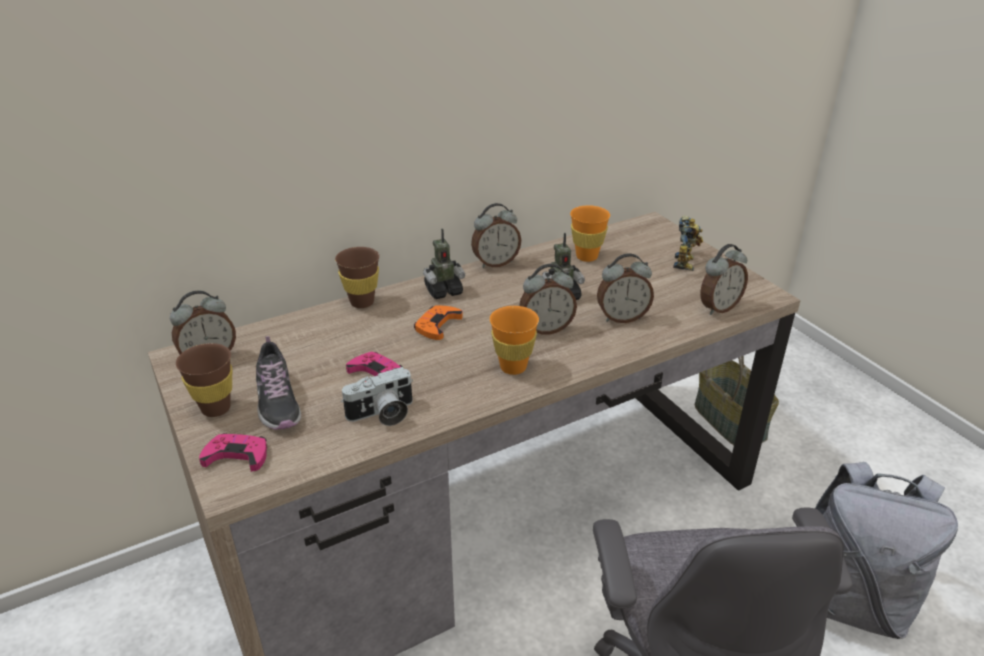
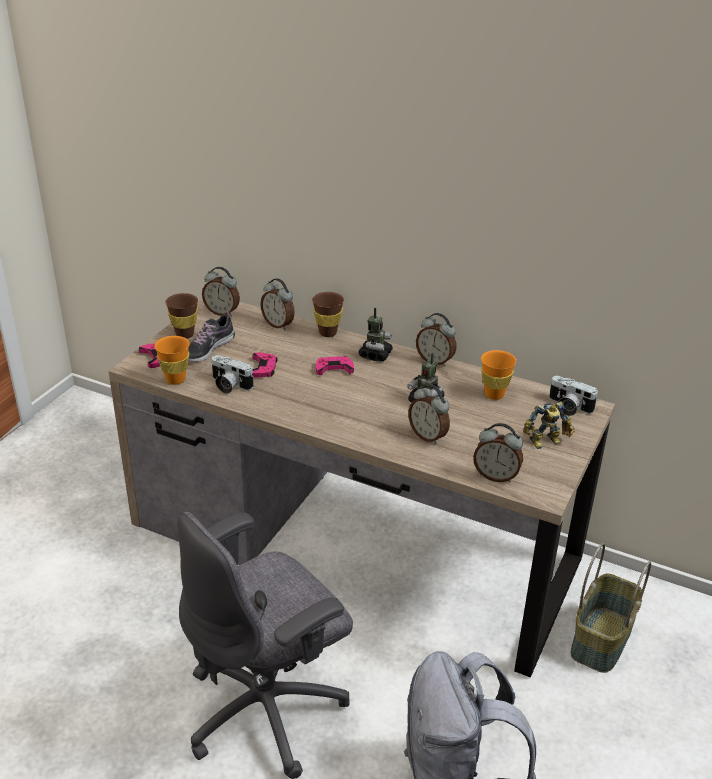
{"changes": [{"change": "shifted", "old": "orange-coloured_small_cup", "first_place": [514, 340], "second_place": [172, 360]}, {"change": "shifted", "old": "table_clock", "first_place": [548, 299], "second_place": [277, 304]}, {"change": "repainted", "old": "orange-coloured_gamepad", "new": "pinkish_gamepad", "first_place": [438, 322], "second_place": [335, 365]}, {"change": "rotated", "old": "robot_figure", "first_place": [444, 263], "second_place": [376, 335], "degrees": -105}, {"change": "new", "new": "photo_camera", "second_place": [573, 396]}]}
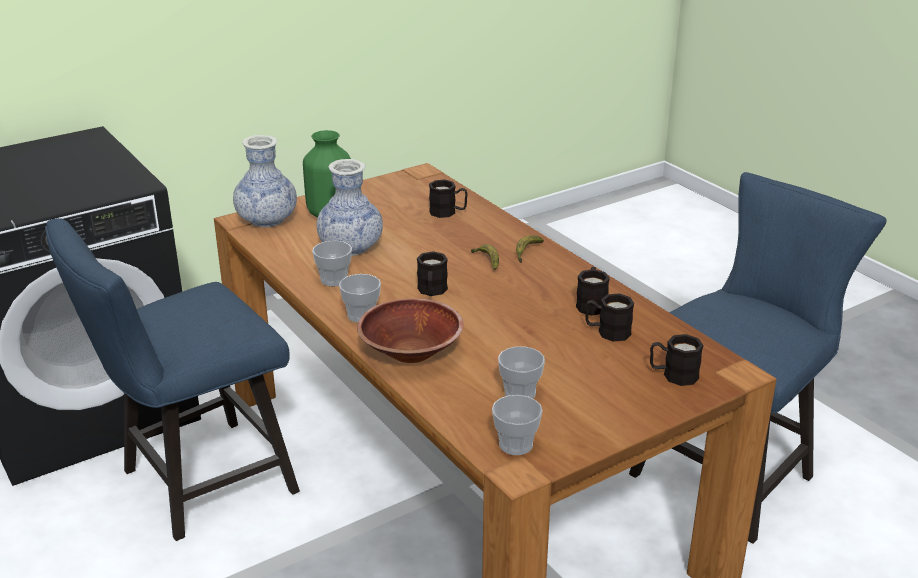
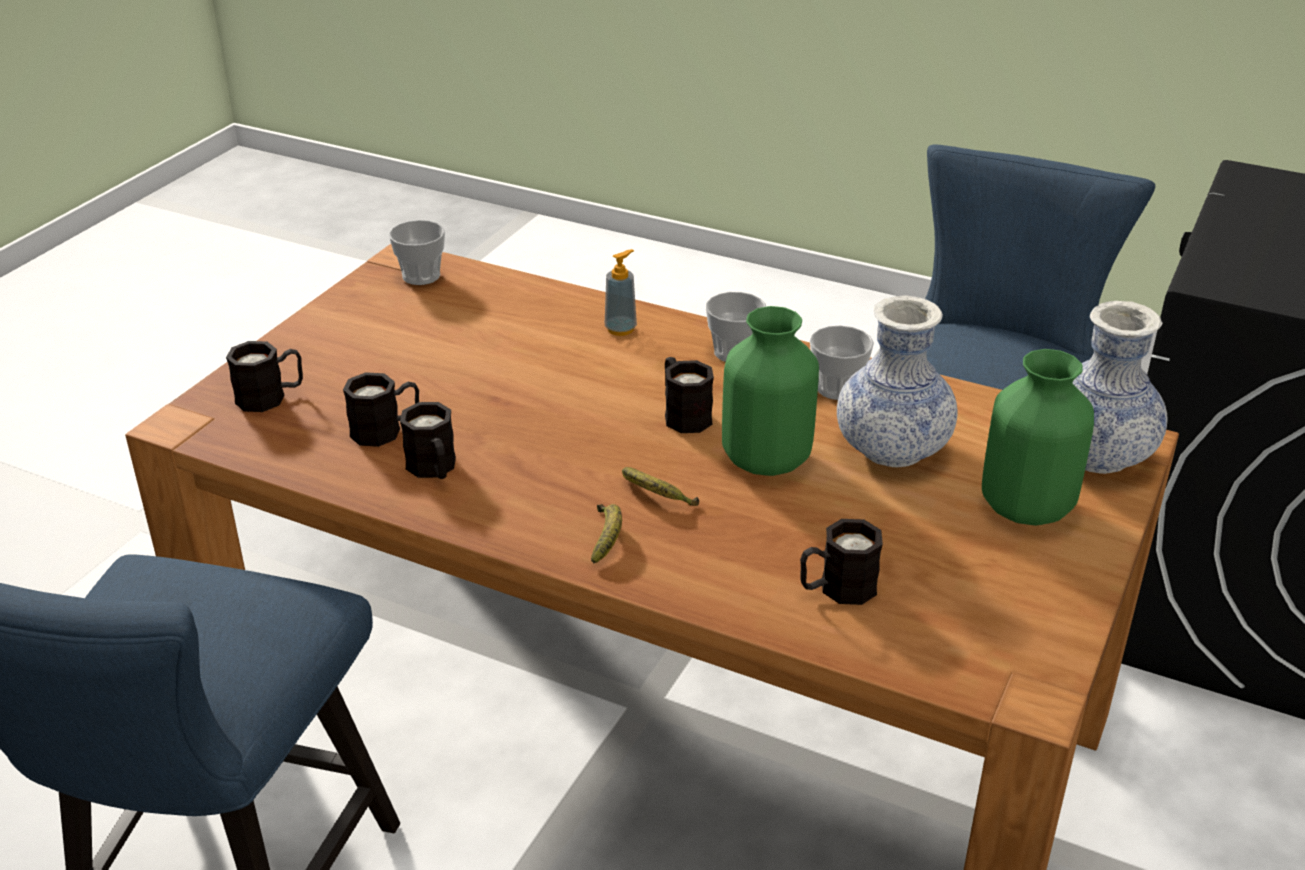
{"changes": [{"change": "swapped", "old": "brownish_deep_dish", "new": "soap_dispenser", "first_place": [410, 330], "second_place": [621, 292]}, {"change": "new", "new": "green-coloured_decorative_vase", "second_place": [770, 391]}, {"change": "gone", "old": "small_cup", "first_place": [521, 372]}]}
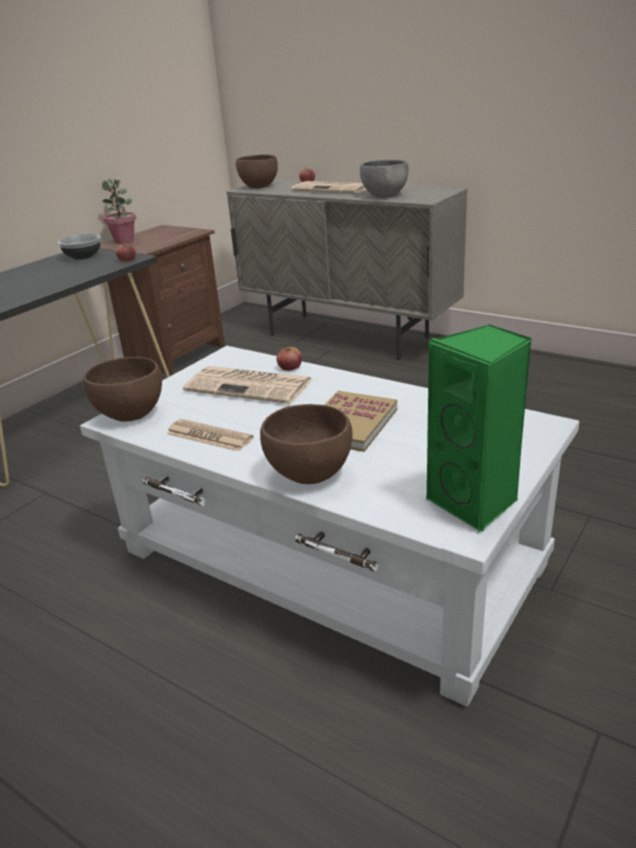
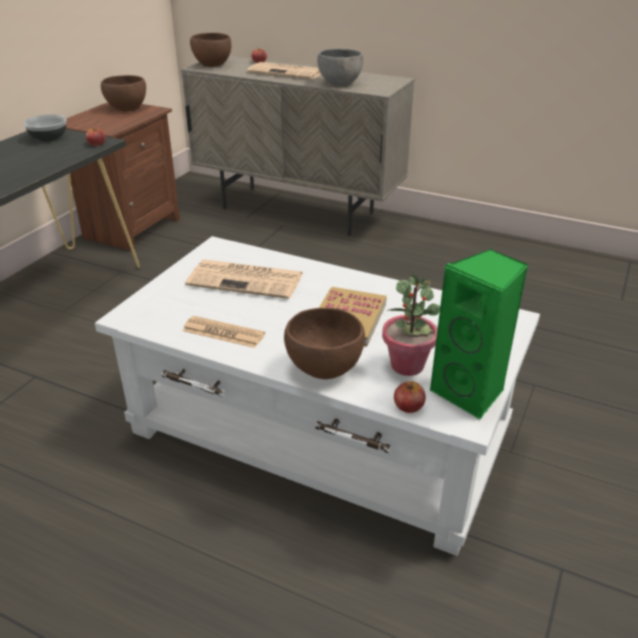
{"changes": [{"change": "shifted", "old": "brownish_deep_dish", "first_place": [122, 389], "second_place": [123, 93]}, {"change": "shifted", "old": "plant_in_a_pot", "first_place": [119, 211], "second_place": [411, 324]}, {"change": "shifted", "old": "whole_apple", "first_place": [289, 358], "second_place": [410, 397]}]}
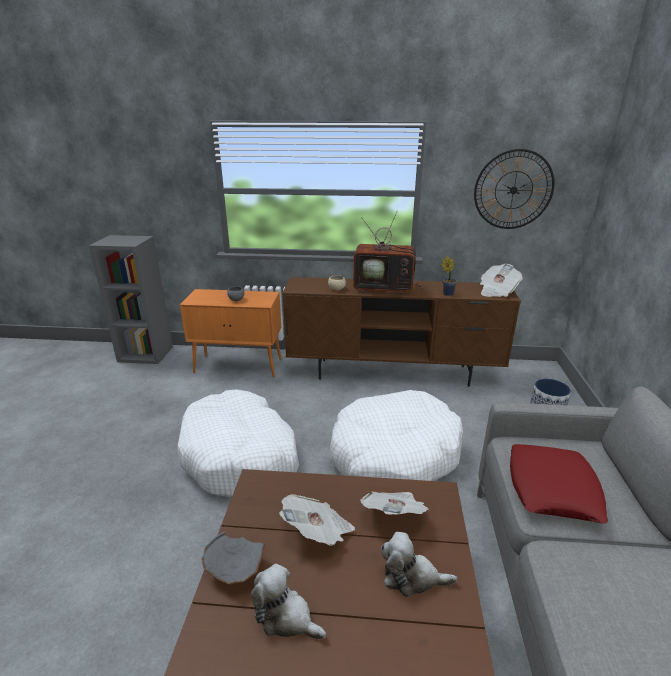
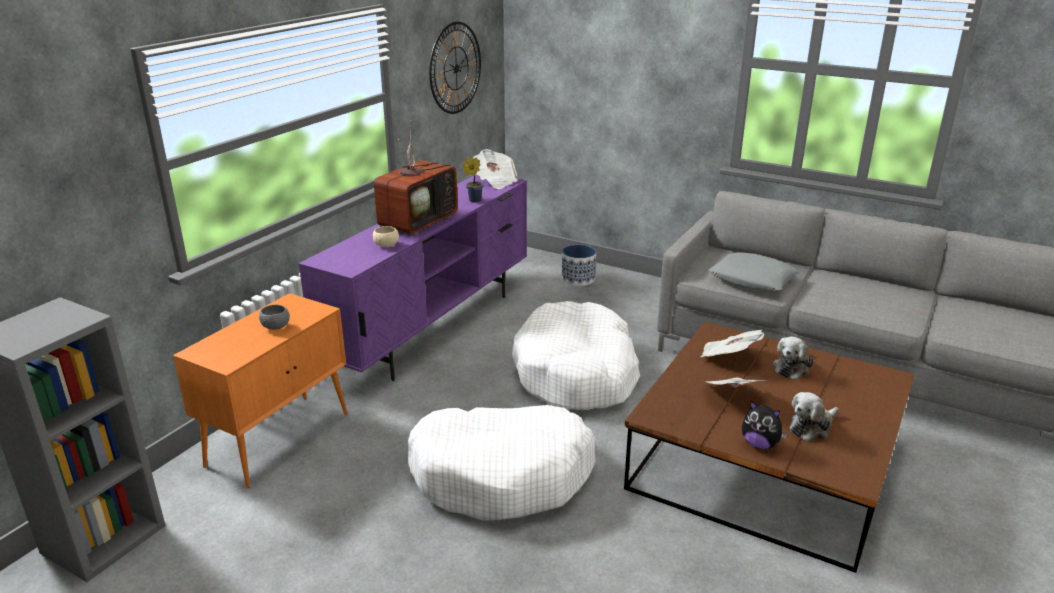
{"changes": [{"change": "repainted", "old": "brownish_tv_unit", "new": "purple_tv_unit", "first_place": [401, 332], "second_place": [412, 277]}, {"change": "repainted", "old": "red-coloured_cushion", "new": "grey_cushion", "first_place": [559, 484], "second_place": [754, 271]}, {"change": "swapped", "old": "grey_deep_dish", "new": "cuddly_toy", "first_place": [233, 558], "second_place": [765, 425]}]}
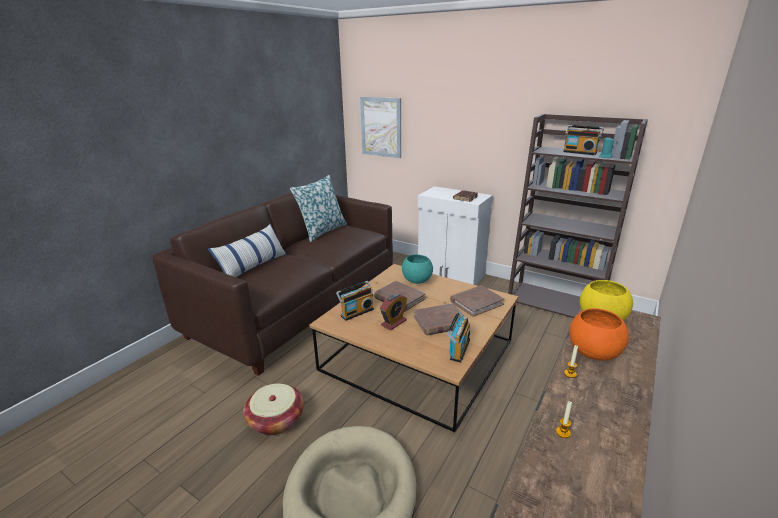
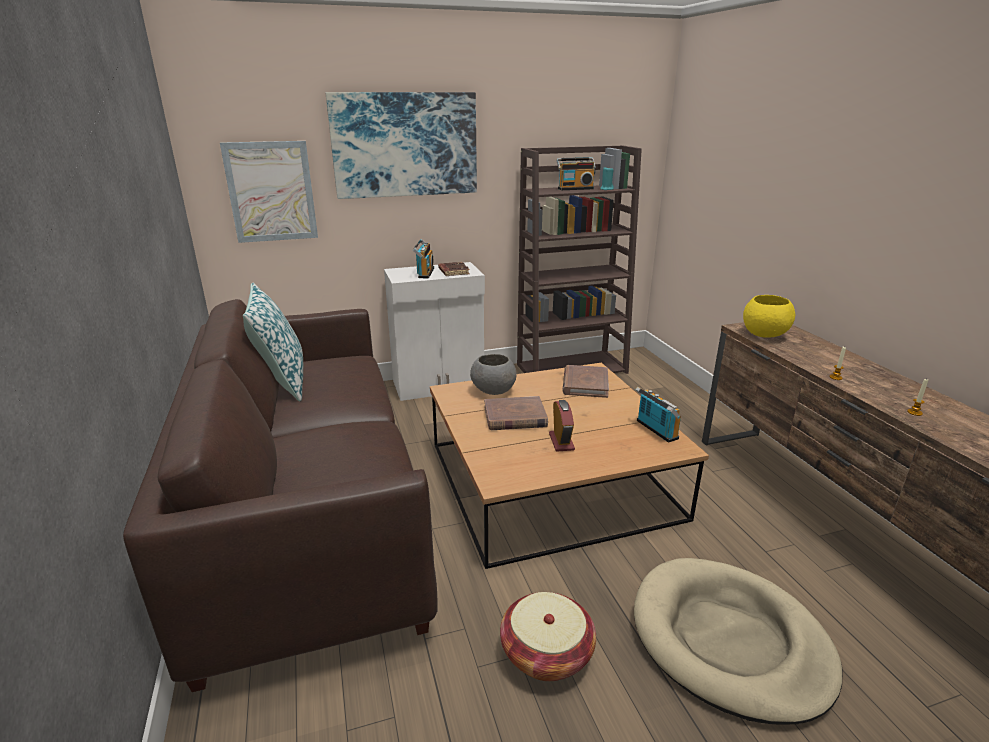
{"changes": [{"change": "new", "new": "wall_art", "second_place": [401, 145]}, {"change": "shifted", "old": "radio_set", "first_place": [355, 301], "second_place": [423, 258]}, {"change": "repainted", "old": "turquoise-coloured_deep_dish", "new": "grey_deep_dish", "first_place": [417, 269], "second_place": [493, 374]}, {"change": "gone", "old": "cushion", "first_place": [247, 250]}, {"change": "gone", "old": "brownish_bound_book", "first_place": [437, 319]}, {"change": "gone", "old": "orange-coloured_deep_dish", "first_place": [599, 334]}]}
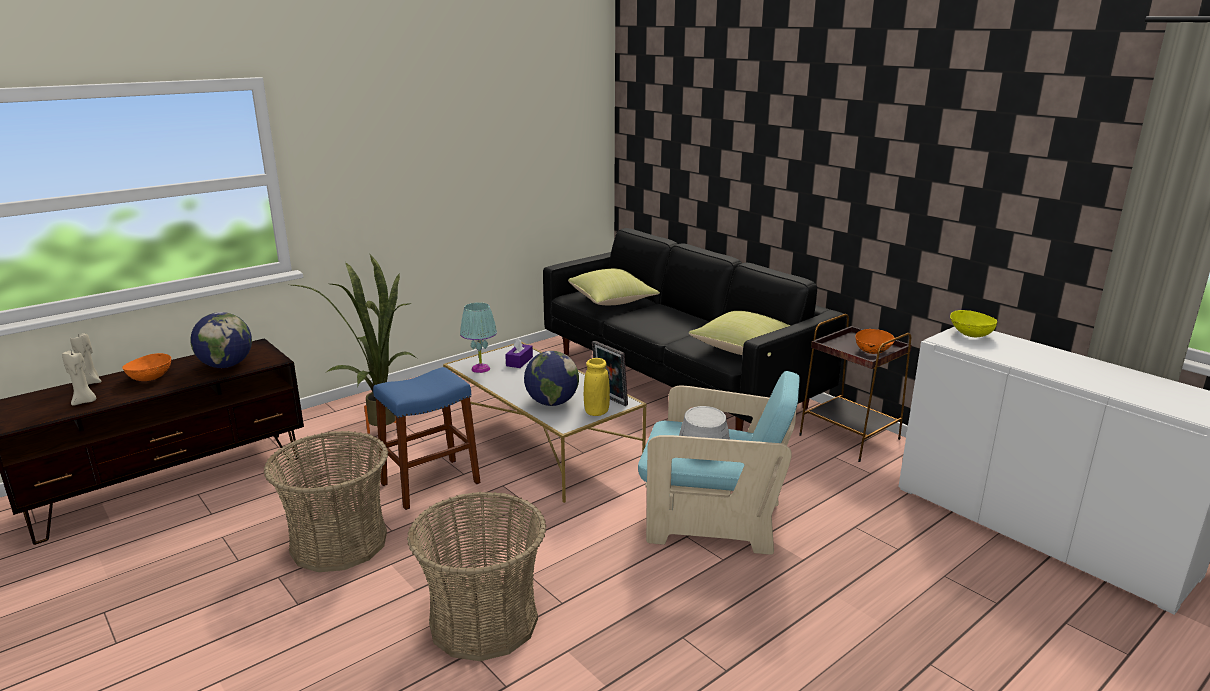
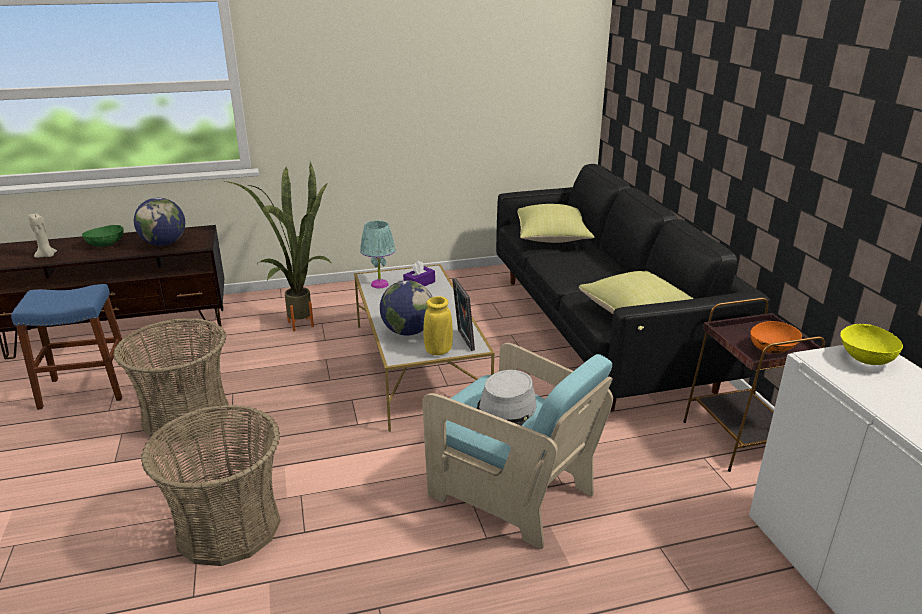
{"changes": [{"change": "shifted", "old": "bluish_sitting_stool", "first_place": [427, 438], "second_place": [70, 347]}, {"change": "repainted", "old": "orange-coloured_deep_dish", "new": "green-coloured_deep_dish", "first_place": [146, 367], "second_place": [102, 236]}, {"change": "gone", "old": "sand-coloured_wax_light", "first_place": [86, 359]}]}
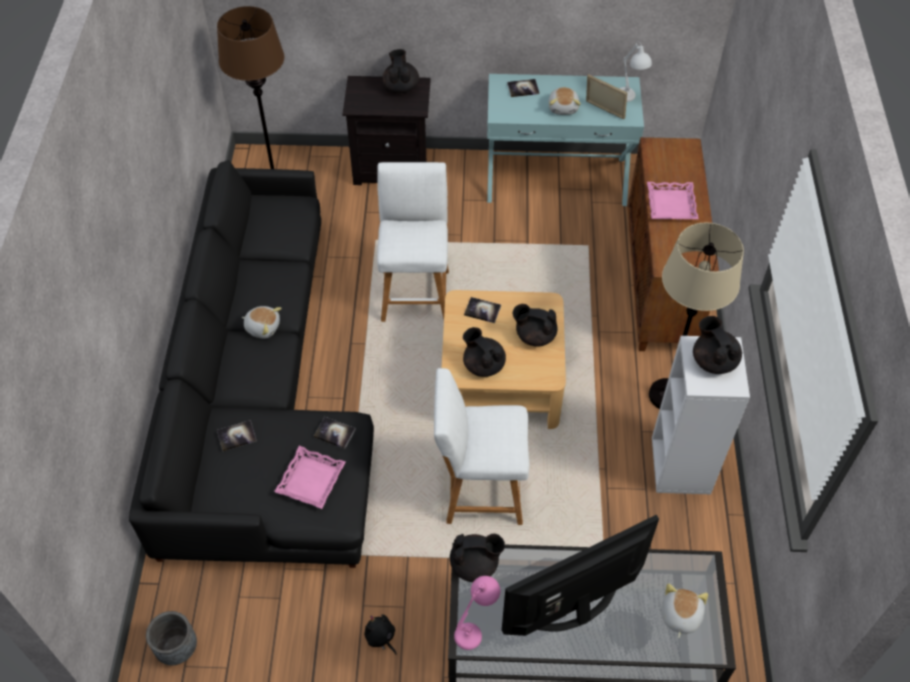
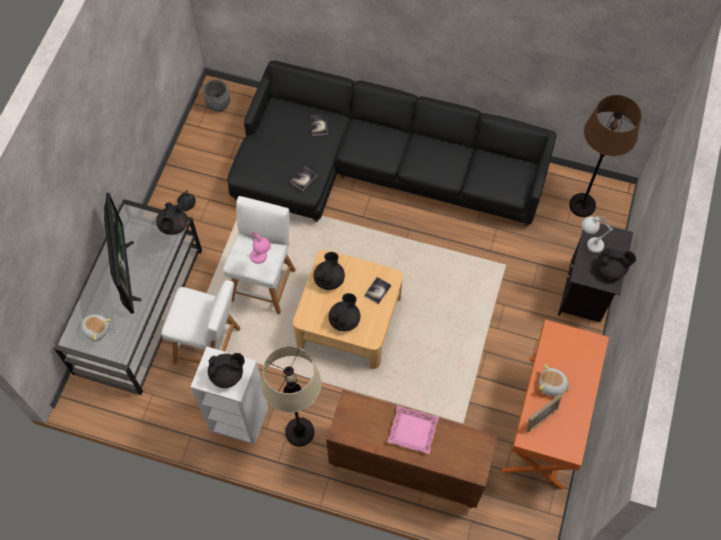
{"changes": [{"change": "shifted", "old": "white-coloured_sitting_stool", "first_place": [413, 242], "second_place": [200, 322]}, {"change": "shifted", "old": "pinkish_table_lamp", "first_place": [477, 613], "second_place": [260, 247]}, {"change": "rotated", "old": "blackish_teapot", "first_place": [484, 352], "second_place": [329, 271], "degrees": -45}, {"change": "repainted", "old": "turquoise-coloured_narrow_table", "new": "orange-coloured_narrow_table", "first_place": [565, 140], "second_place": [555, 405]}, {"change": "shifted", "old": "white-coloured_table_lamp", "first_place": [635, 71], "second_place": [597, 234]}, {"change": "gone", "old": "cuddly_toy", "first_place": [261, 322]}, {"change": "gone", "old": "pinkish_carrying_tray", "first_place": [310, 477]}, {"change": "gone", "old": "bound_book", "first_place": [523, 88]}]}
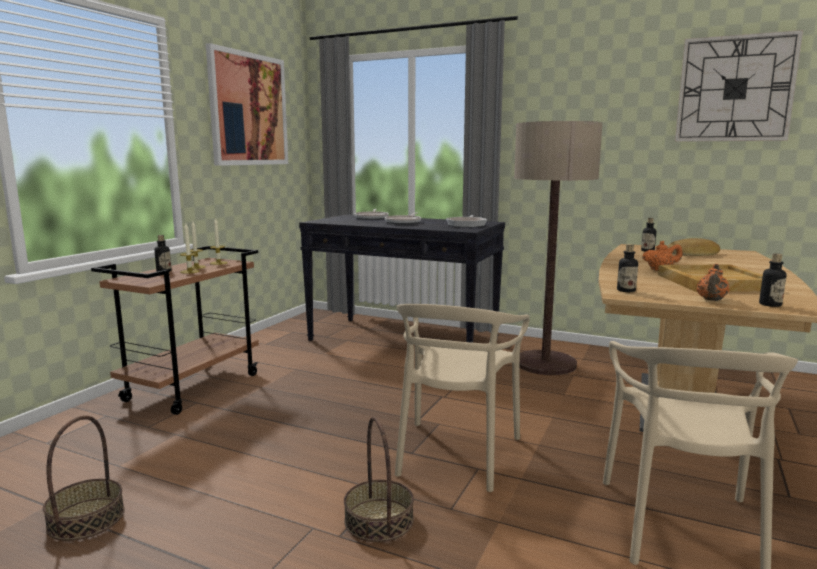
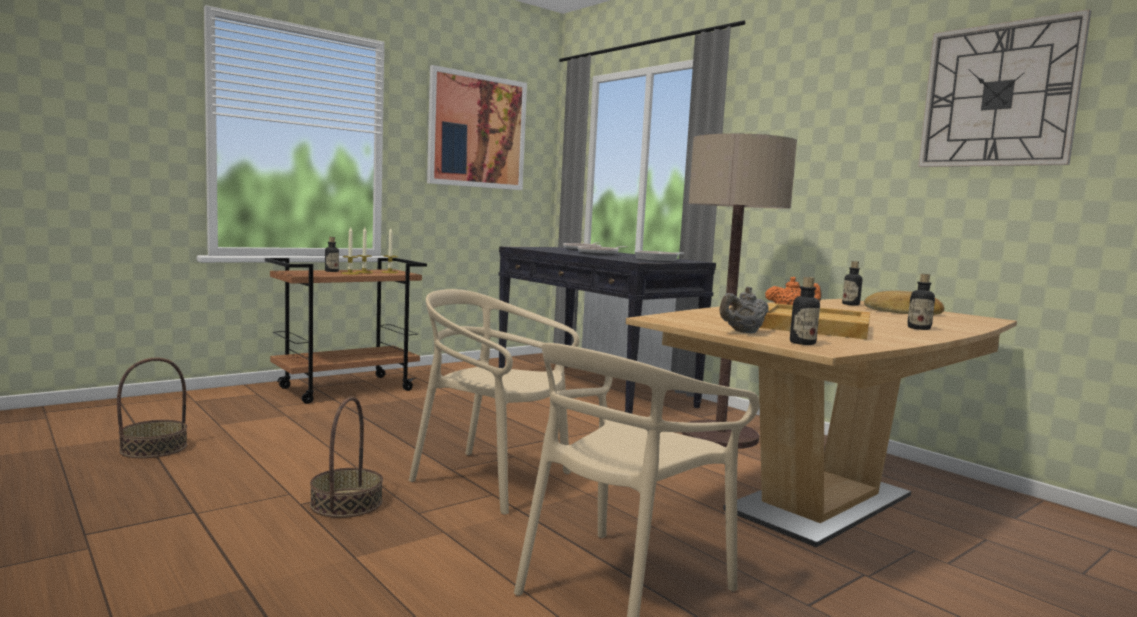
{"changes": [{"change": "rotated", "old": "sand-coloured_upright_chair", "first_place": [462, 398], "second_place": [494, 402], "degrees": 75}, {"change": "repainted", "old": "orange-coloured_teapot", "new": "grey_teapot", "first_place": [713, 282], "second_place": [743, 309]}, {"change": "shifted", "old": "beverage_bottle", "first_place": [627, 268], "second_place": [921, 302]}]}
